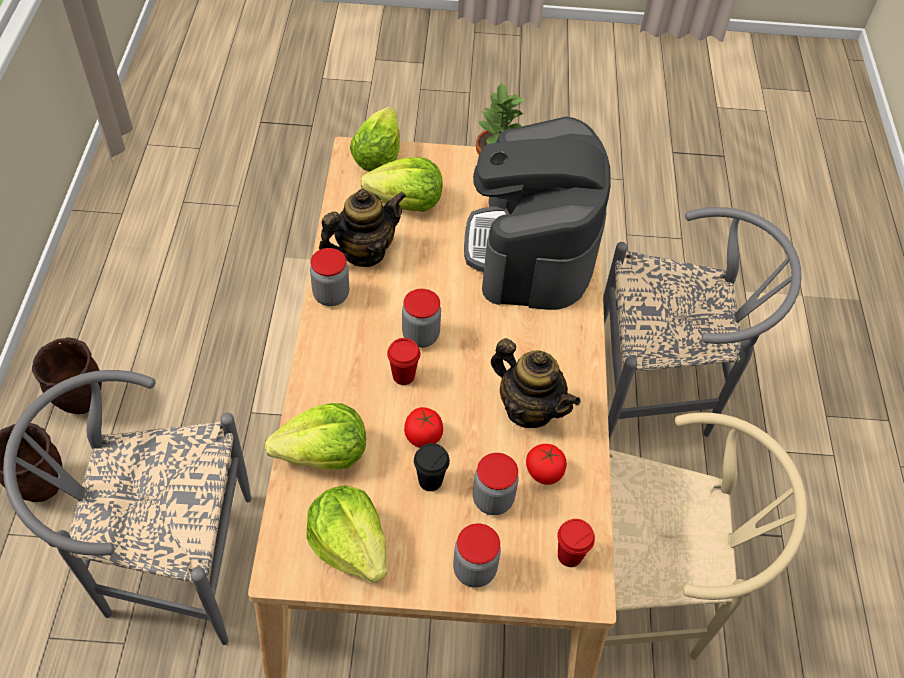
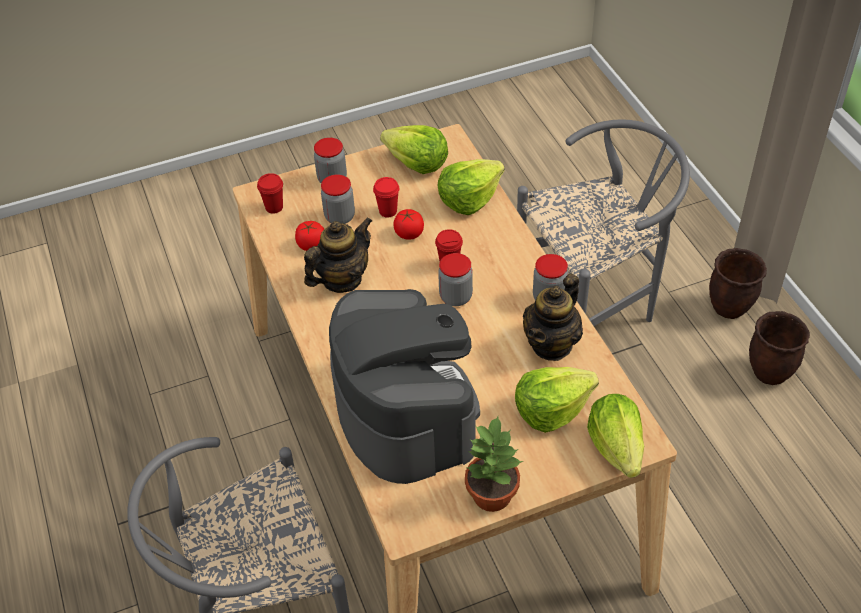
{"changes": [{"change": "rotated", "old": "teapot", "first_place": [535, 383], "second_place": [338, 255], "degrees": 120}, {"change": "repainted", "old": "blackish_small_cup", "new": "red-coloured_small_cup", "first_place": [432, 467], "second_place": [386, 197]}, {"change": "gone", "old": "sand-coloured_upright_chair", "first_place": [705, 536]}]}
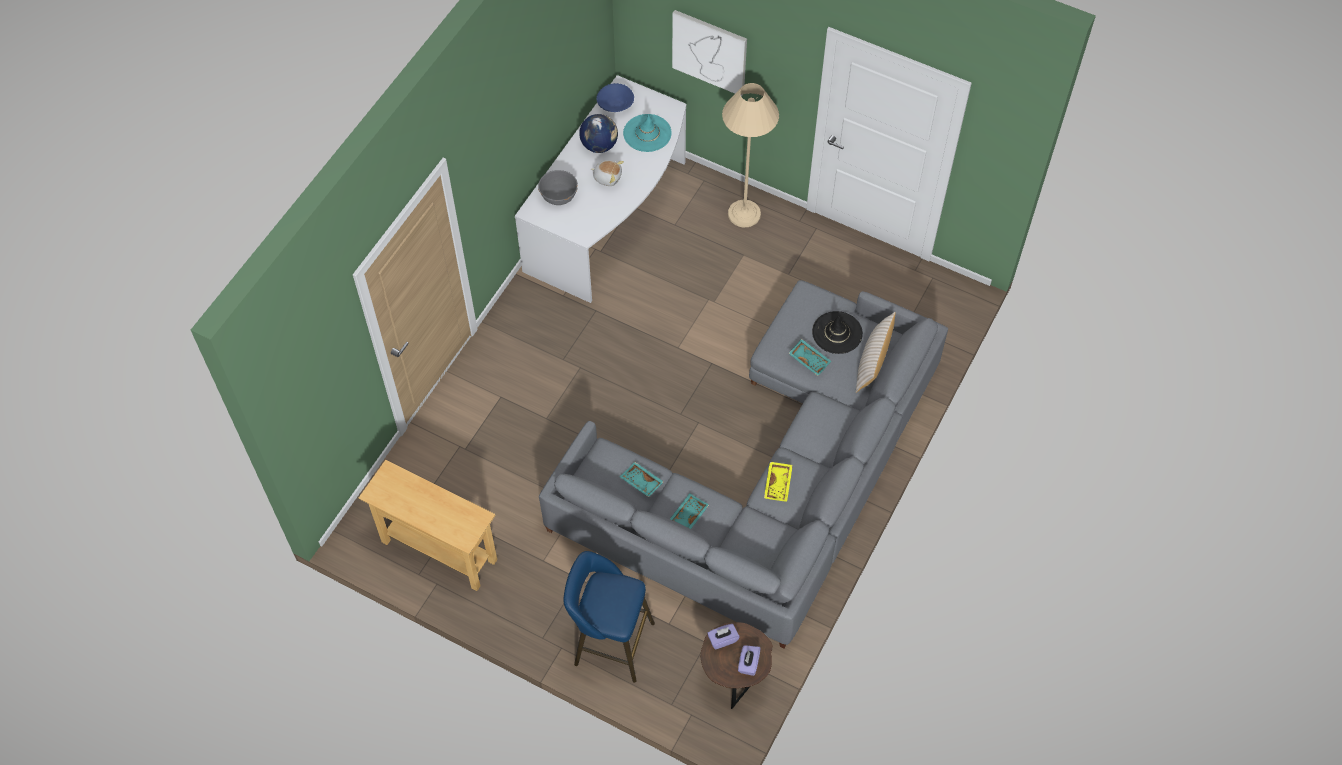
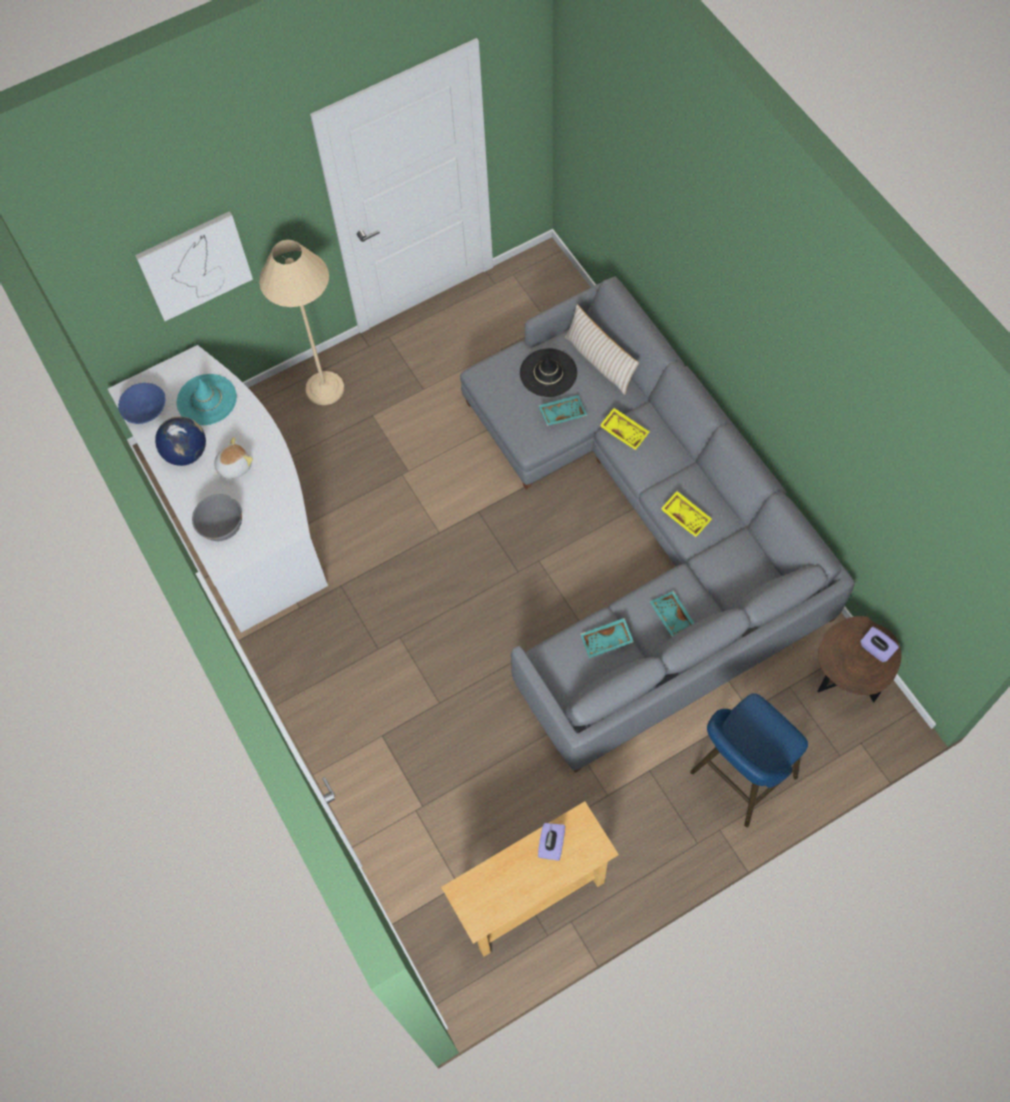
{"changes": [{"change": "shifted", "old": "purple_box_of_tissues", "first_place": [723, 637], "second_place": [551, 842]}, {"change": "new", "new": "yellowish_carrying_tray", "second_place": [625, 429]}]}
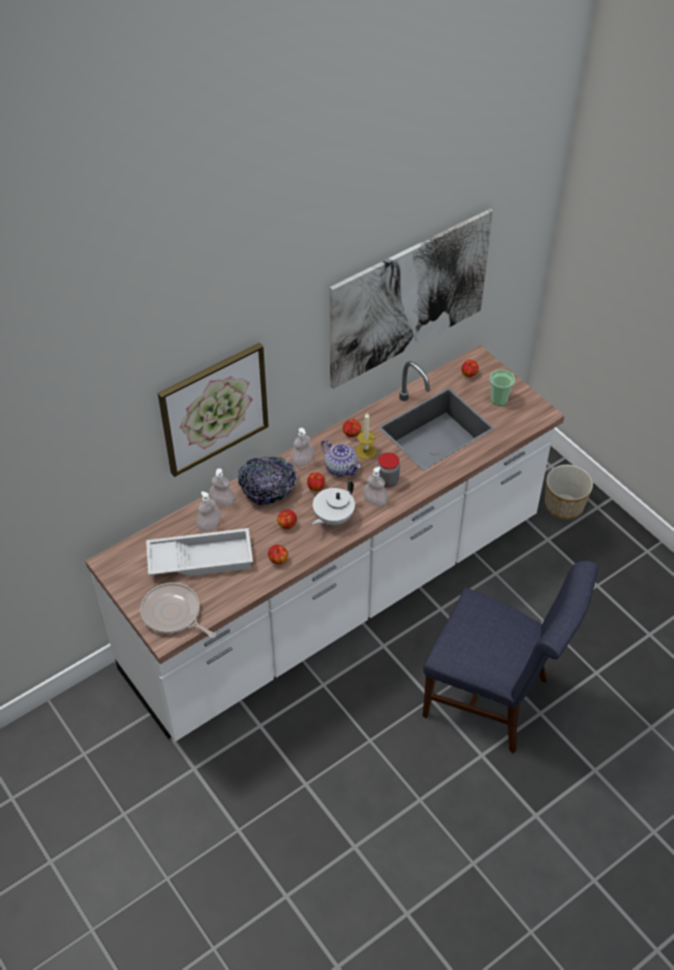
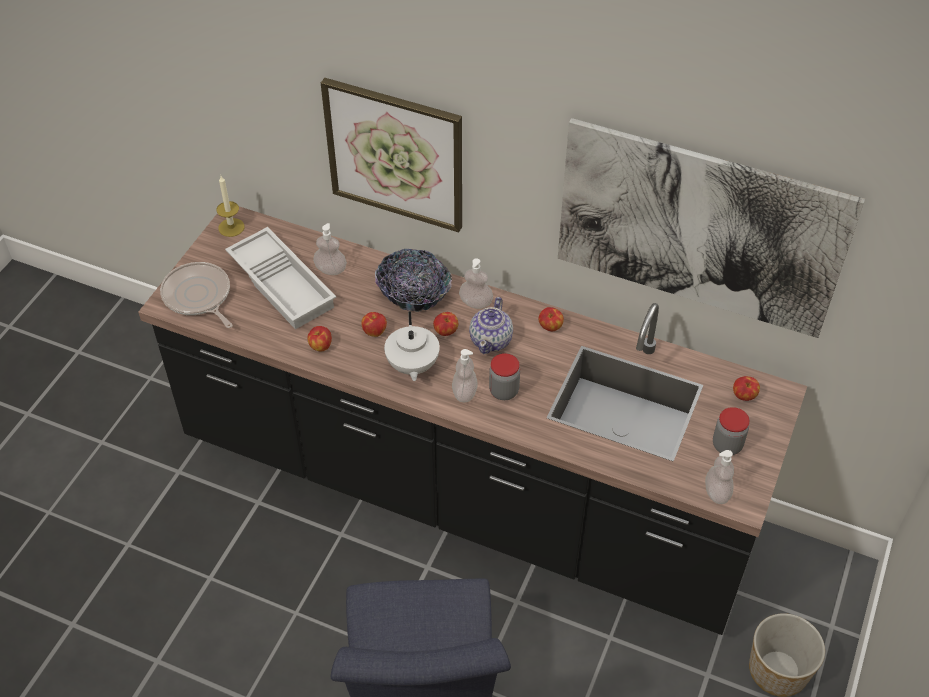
{"changes": [{"change": "repainted", "old": "white-coloured_kitchen_base_unit", "new": "blackish_kitchen_base_unit", "first_place": [325, 543], "second_place": [472, 420]}, {"change": "rotated", "old": "pan", "first_place": [178, 610], "second_place": [196, 295], "degrees": -45}, {"change": "shifted", "old": "wax_light", "first_place": [366, 436], "second_place": [230, 206]}, {"change": "rotated", "old": "white-coloured_teapot", "first_place": [333, 503], "second_place": [412, 346], "degrees": -105}, {"change": "shifted", "old": "soap_dispenser", "first_place": [222, 487], "second_place": [719, 477]}, {"change": "swapped", "old": "small_cup", "new": "preserve_jar", "first_place": [502, 388], "second_place": [731, 431]}]}
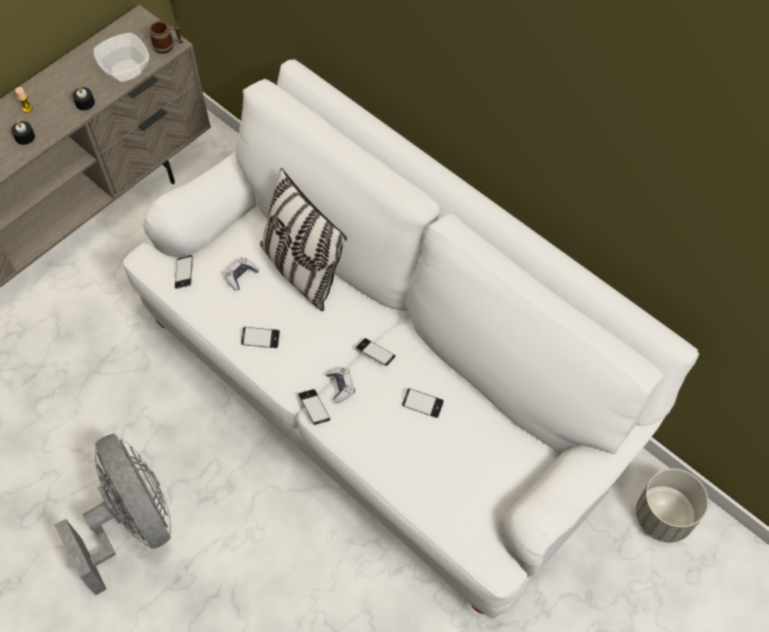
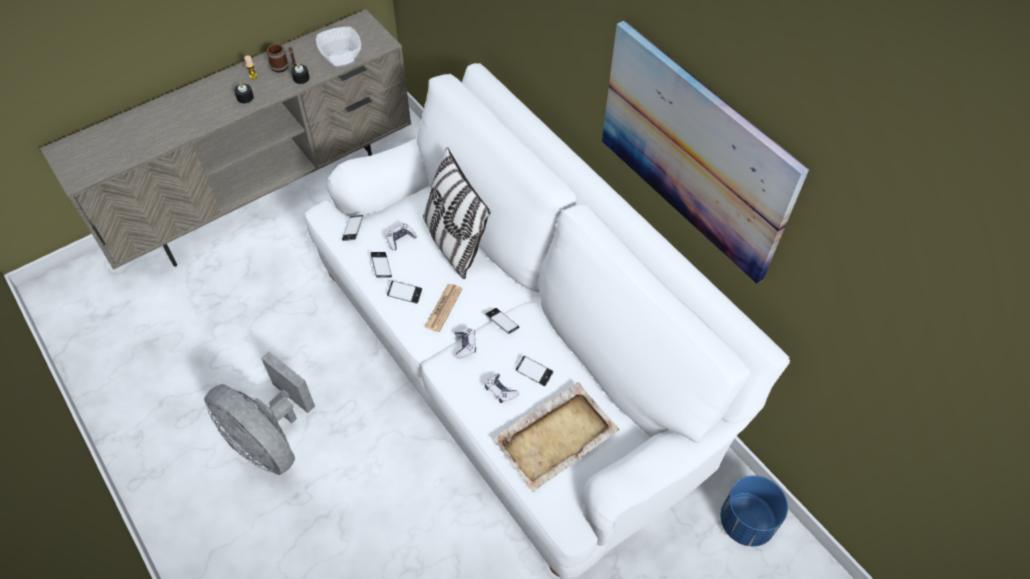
{"changes": [{"change": "rotated", "old": "grey_fan", "first_place": [113, 514], "second_place": [259, 413], "degrees": 150}, {"change": "shifted", "old": "mug", "first_place": [166, 37], "second_place": [281, 58]}, {"change": "shifted", "old": "handset", "first_place": [314, 407], "second_place": [381, 265]}, {"change": "new", "new": "newspaper", "second_place": [443, 308]}, {"change": "new", "new": "gamepad", "second_place": [502, 388]}, {"change": "new", "new": "sand-coloured_carrying_tray", "second_place": [556, 437]}, {"change": "new", "new": "wall_art", "second_place": [705, 152]}, {"change": "repainted", "old": "grey_plant_pot", "new": "bluish_plant_pot", "first_place": [672, 506], "second_place": [754, 510]}]}
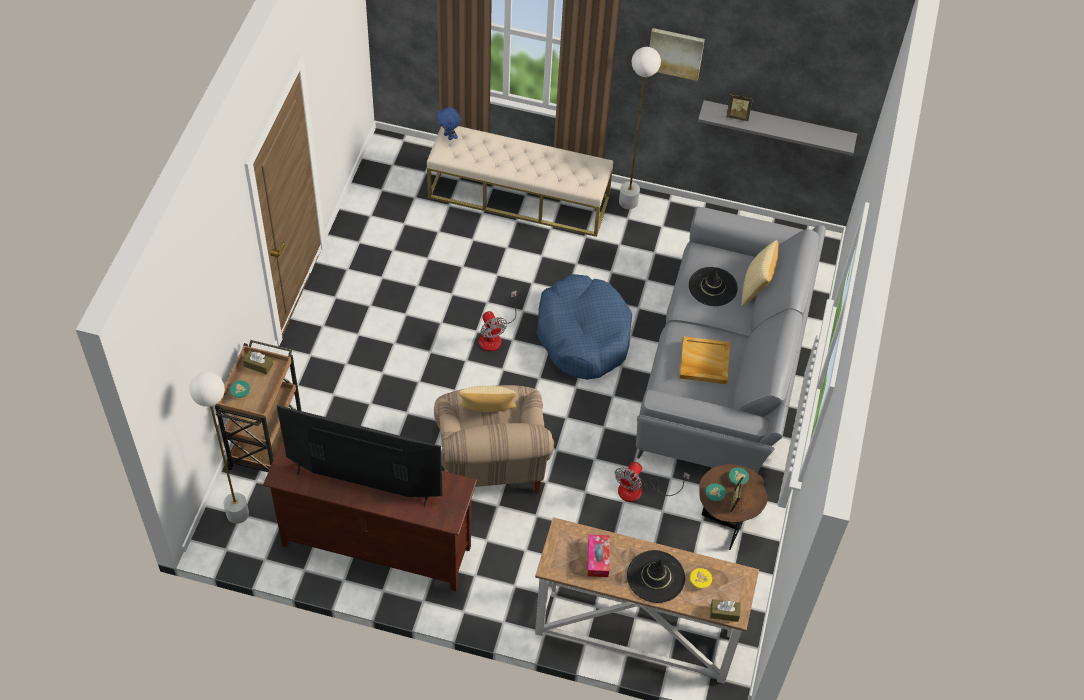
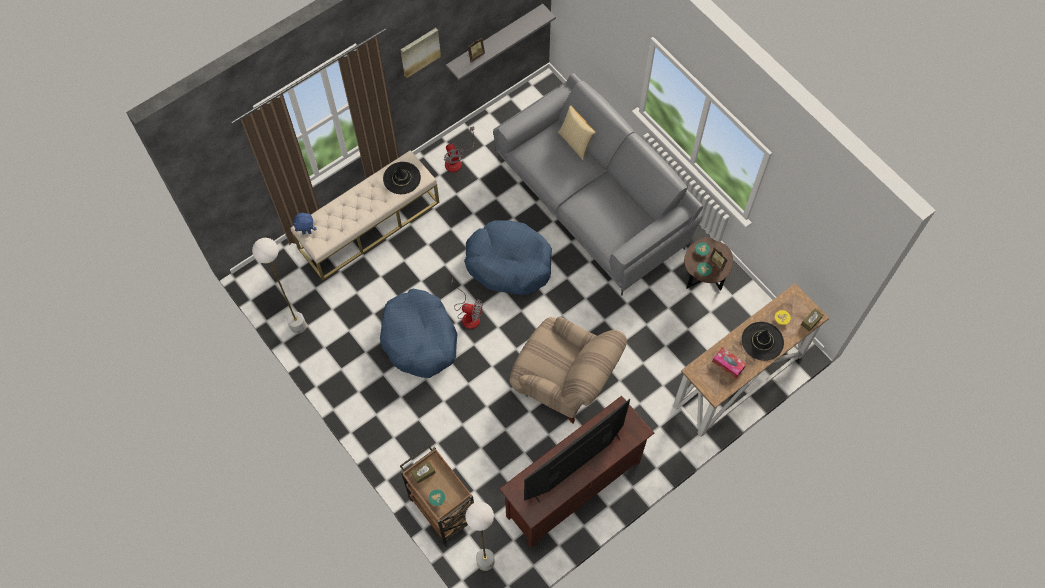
{"changes": [{"change": "shifted", "old": "white-coloured_floor_lamp", "first_place": [640, 128], "second_place": [279, 286]}, {"change": "new", "new": "bluish_dog_cushion", "second_place": [419, 333]}, {"change": "shifted", "old": "blackish_clothing_hat", "first_place": [713, 286], "second_place": [402, 178]}, {"change": "shifted", "old": "fan", "first_place": [652, 482], "second_place": [459, 149]}, {"change": "gone", "old": "cushion", "first_place": [487, 399]}, {"change": "gone", "old": "sand-coloured_carrying_tray", "first_place": [705, 360]}]}
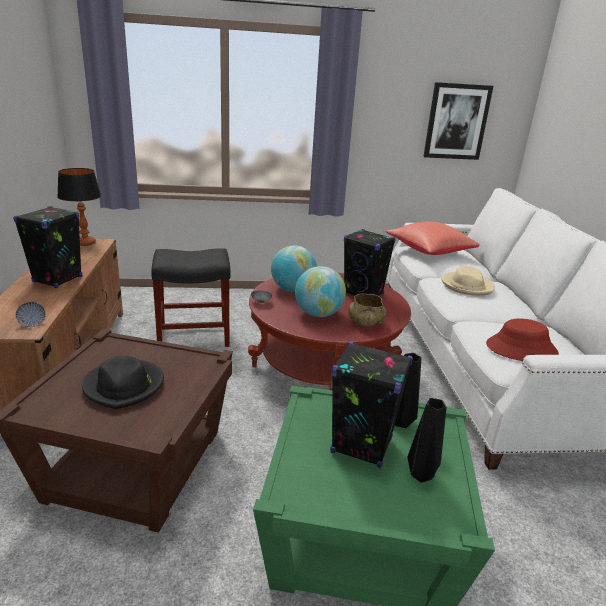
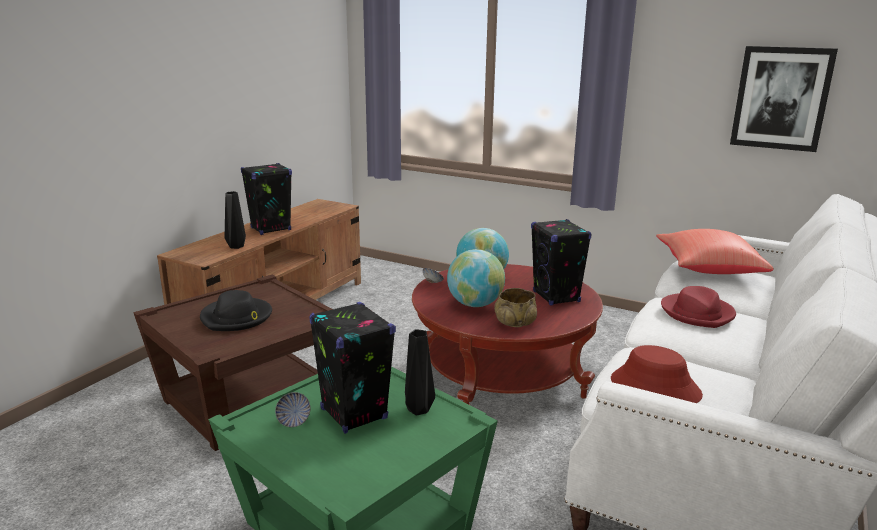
{"changes": [{"change": "shifted", "old": "blackish_decorative_vase", "first_place": [427, 440], "second_place": [235, 220]}, {"change": "shifted", "old": "deep_dish", "first_place": [31, 314], "second_place": [293, 409]}, {"change": "repainted", "old": "sand-coloured_clothing_hat", "new": "red-coloured_clothing_hat", "first_place": [468, 281], "second_place": [698, 307]}, {"change": "gone", "old": "table_lamp", "first_place": [79, 207]}, {"change": "gone", "old": "blackish_sitting_stool", "first_place": [191, 297]}]}
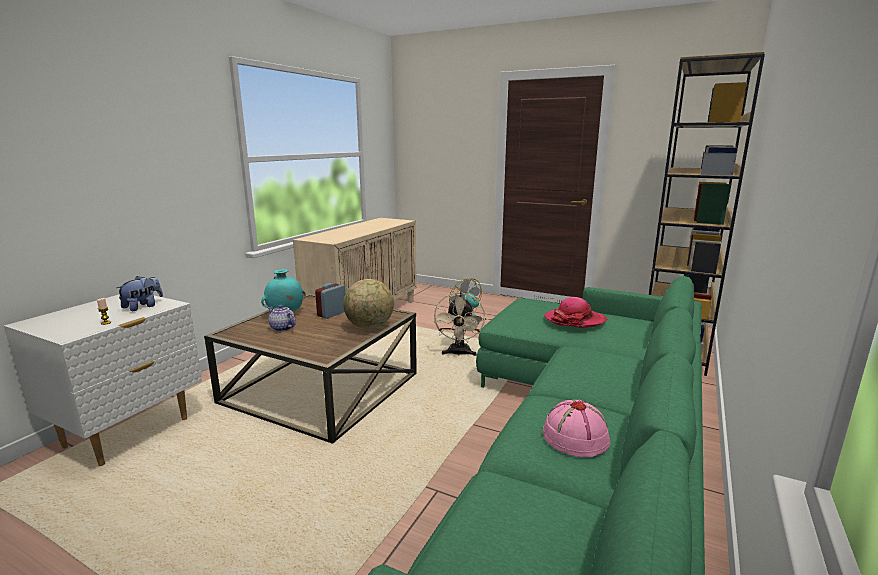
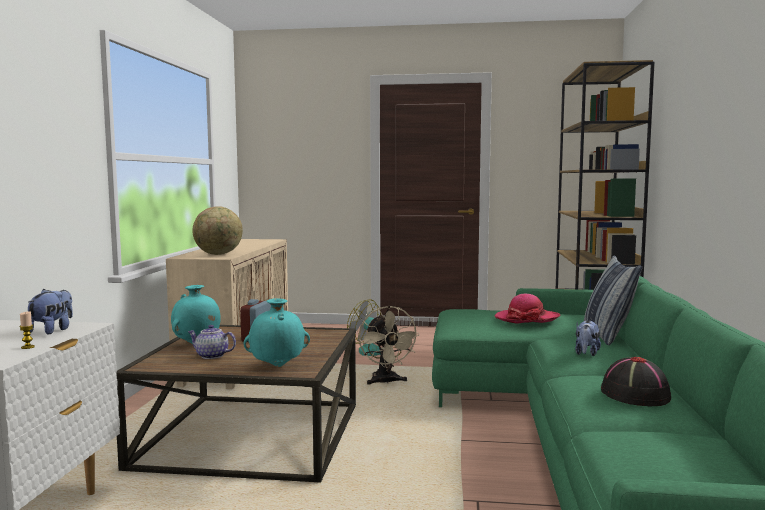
{"changes": [{"change": "shifted", "old": "globe", "first_place": [368, 304], "second_place": [217, 230]}, {"change": "new", "new": "turquoise-coloured_decorative_vase", "second_place": [277, 332]}, {"change": "new", "new": "cuddly_toy", "second_place": [588, 338]}, {"change": "new", "new": "cushion", "second_place": [613, 300]}, {"change": "repainted", "old": "pinkish_clothing_hat", "new": "blackish_clothing_hat", "first_place": [577, 428], "second_place": [636, 381]}]}
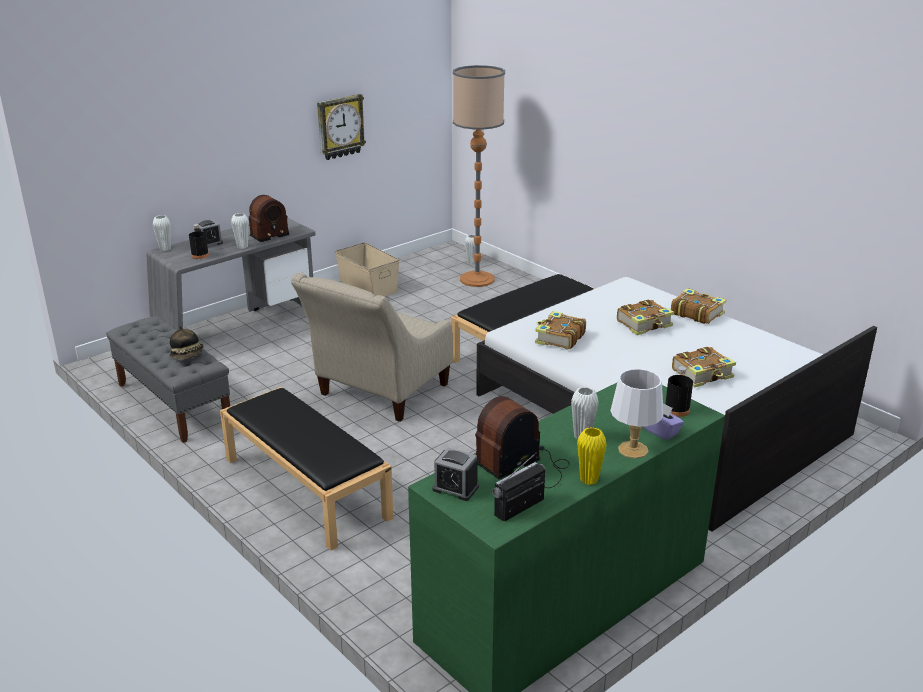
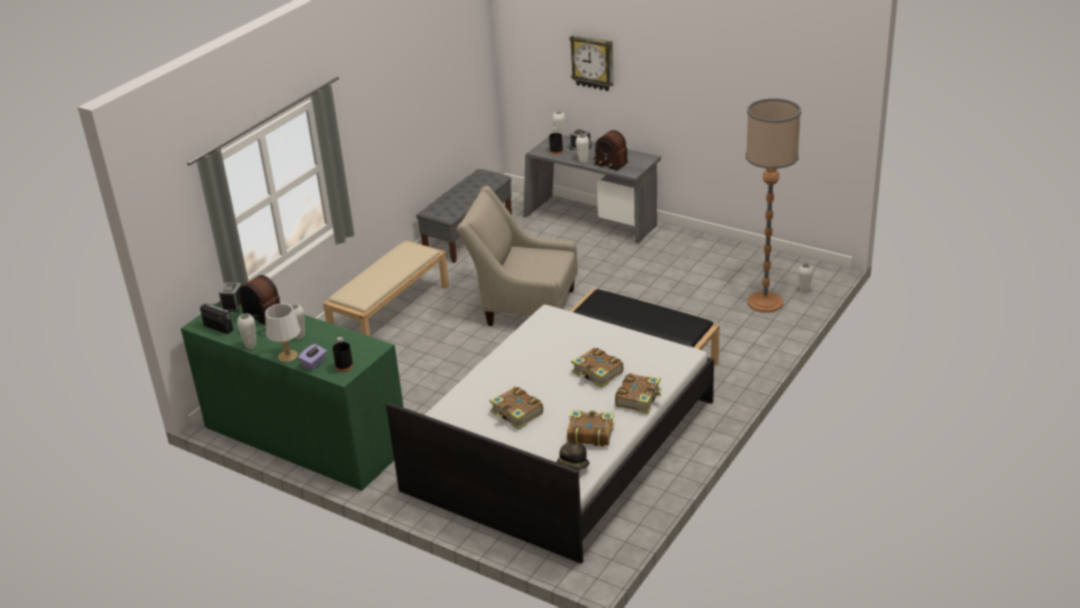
{"changes": [{"change": "repainted", "old": "yellowish_decorative_vase", "new": "white-coloured_decorative_vase", "first_place": [592, 456], "second_place": [246, 331]}, {"change": "repainted", "old": "blackish_bench", "new": "sand-coloured_bench", "first_place": [307, 469], "second_place": [386, 288]}, {"change": "shifted", "old": "clothing_hat", "first_place": [187, 343], "second_place": [573, 455]}, {"change": "shifted", "old": "bound_book", "first_place": [560, 330], "second_place": [590, 428]}, {"change": "shifted", "old": "wall_clock", "first_place": [341, 127], "second_place": [591, 62]}, {"change": "gone", "old": "sand-coloured_storage_bin", "first_place": [367, 269]}]}
